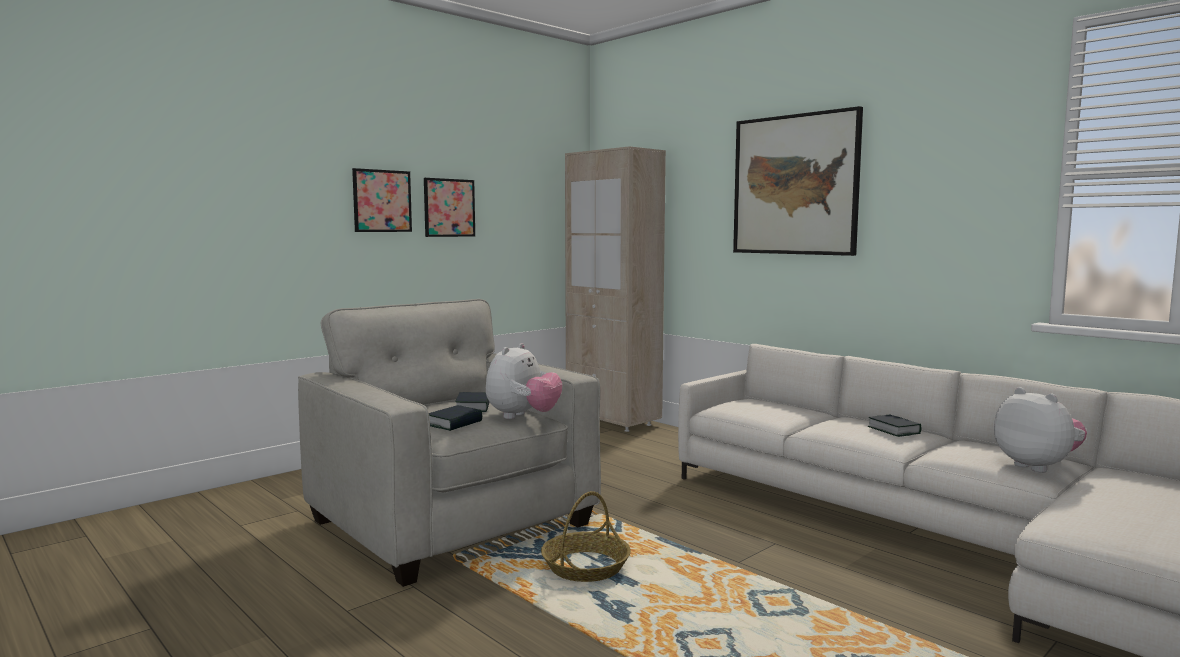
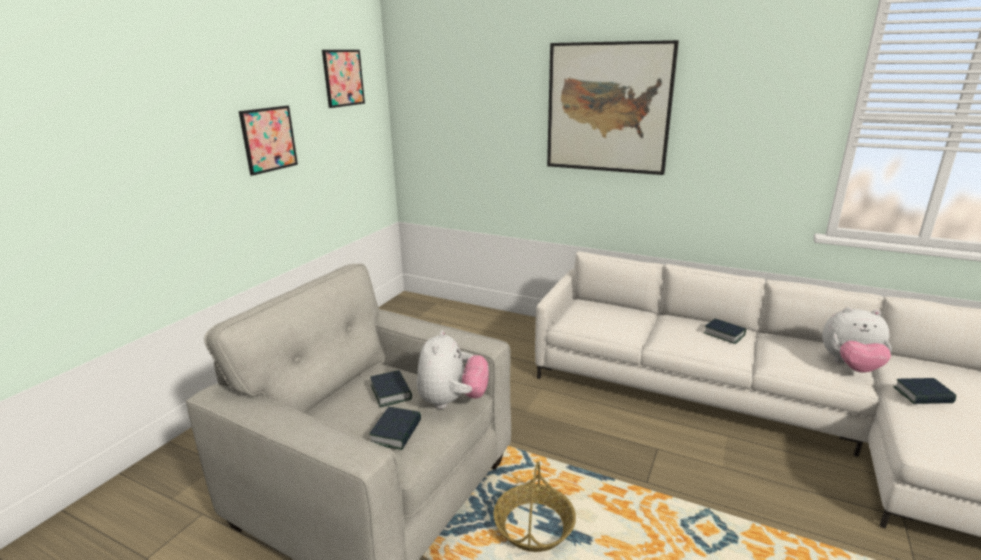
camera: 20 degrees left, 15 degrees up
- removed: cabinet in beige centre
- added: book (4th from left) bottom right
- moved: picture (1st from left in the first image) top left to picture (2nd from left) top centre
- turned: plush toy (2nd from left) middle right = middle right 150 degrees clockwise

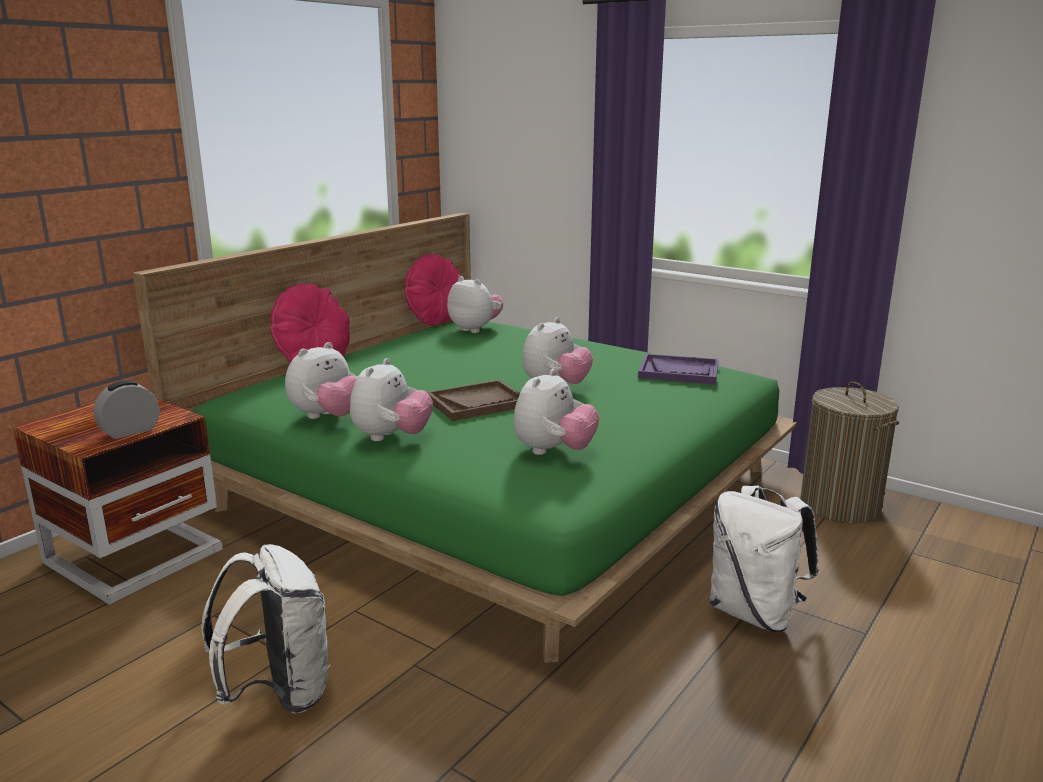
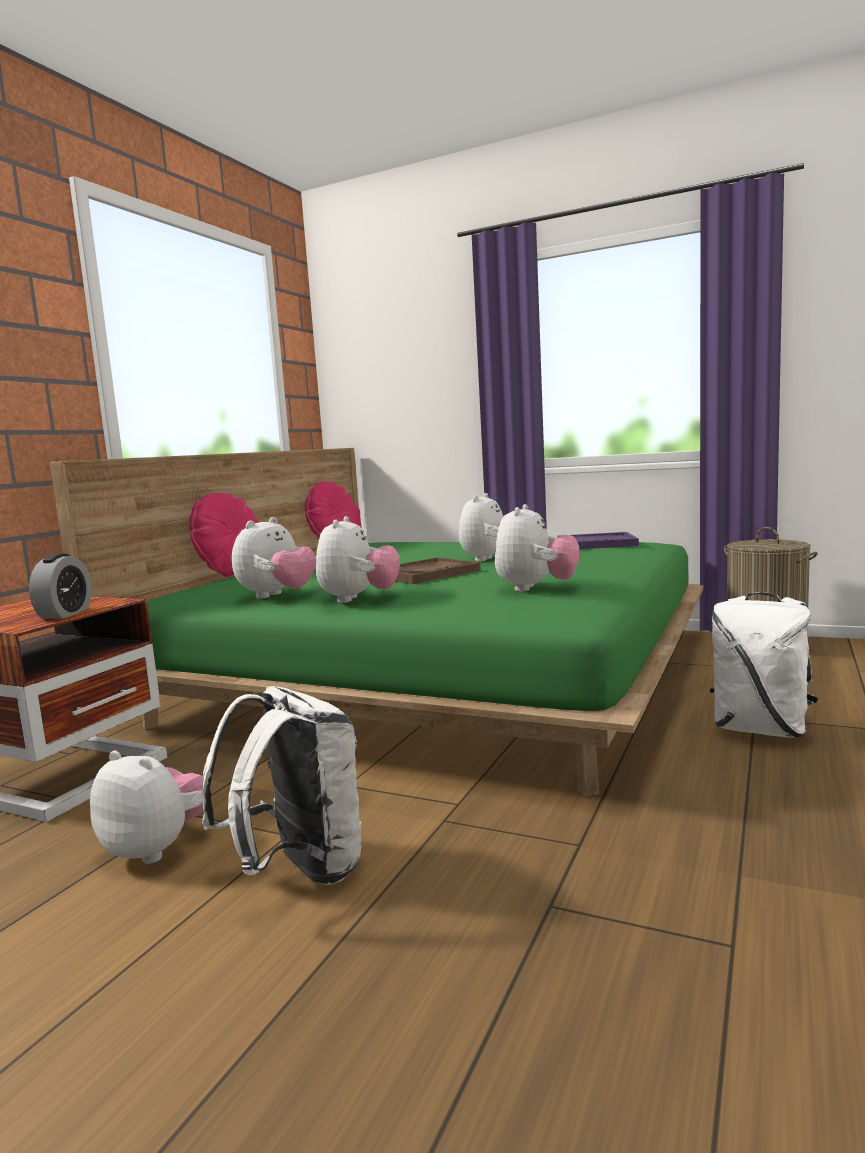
camera: 10 degrees left, 10 degrees down
- moved: plush toy (3rd from left in the first image) centre to plush toy (1st from left) bottom left
- turned: alarm clock middle left = middle left 150 degrees clockwise

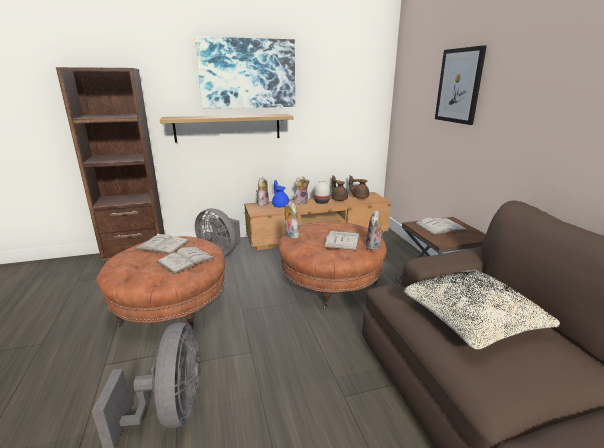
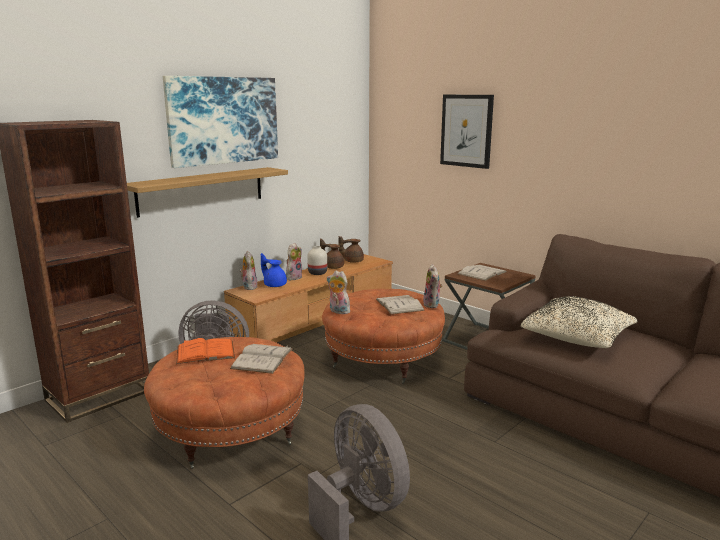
camera: 30 degrees left, 5 degrees down
- recoloured: book in white (1st from left) middle left to book in orange middle left

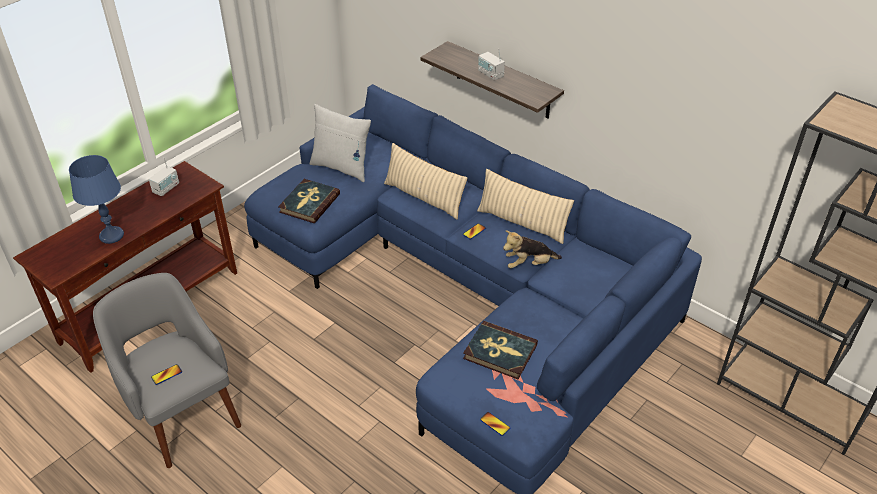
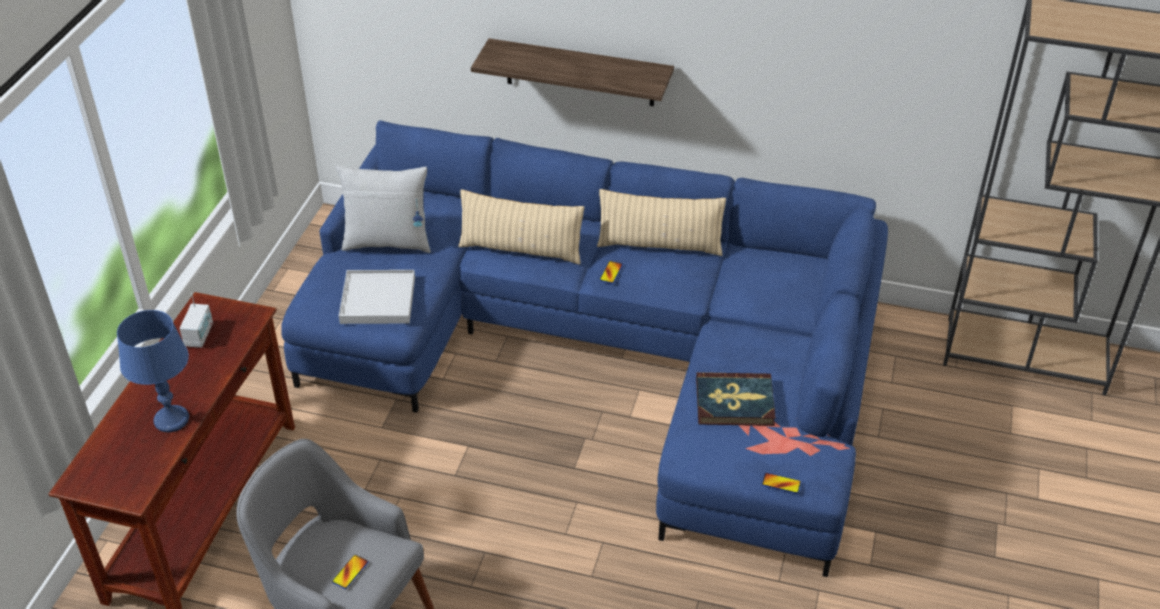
camera: 25 degrees left, 0 degrees up
- removed: radio (2nd from left) top centre
- removed: plush toy centre
- replaced: book (1st from left) centre to tray in white middle left

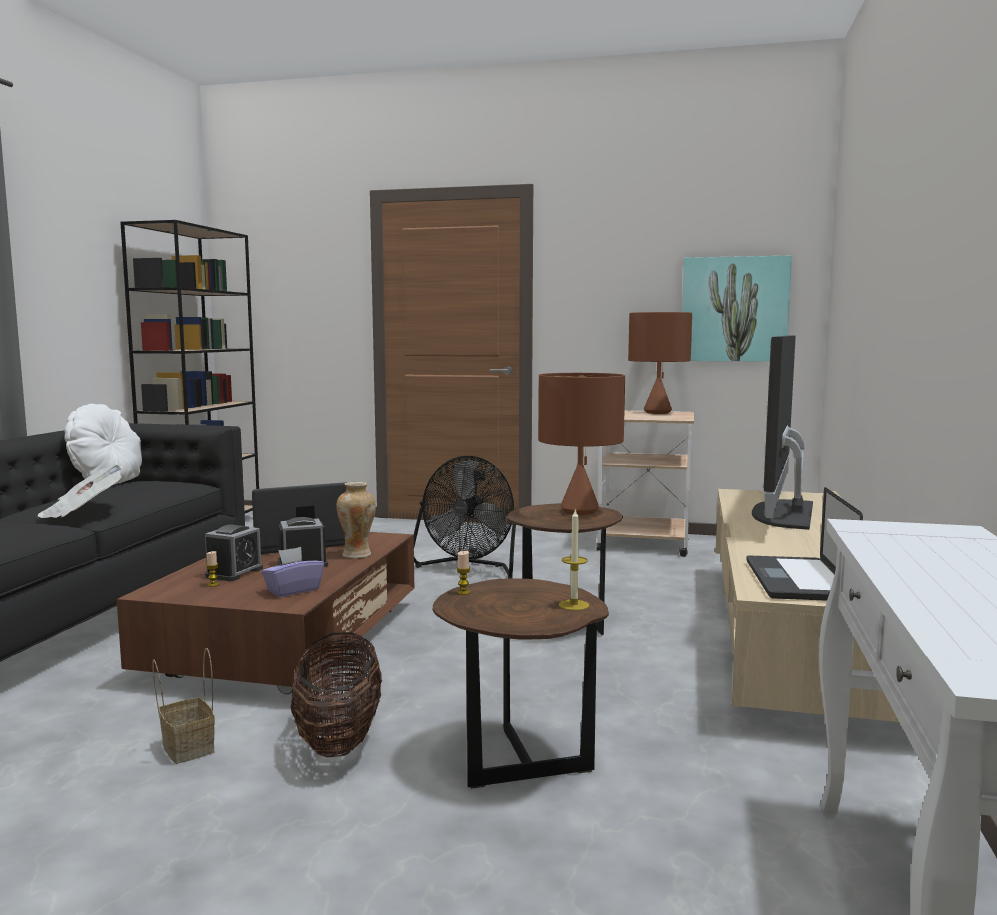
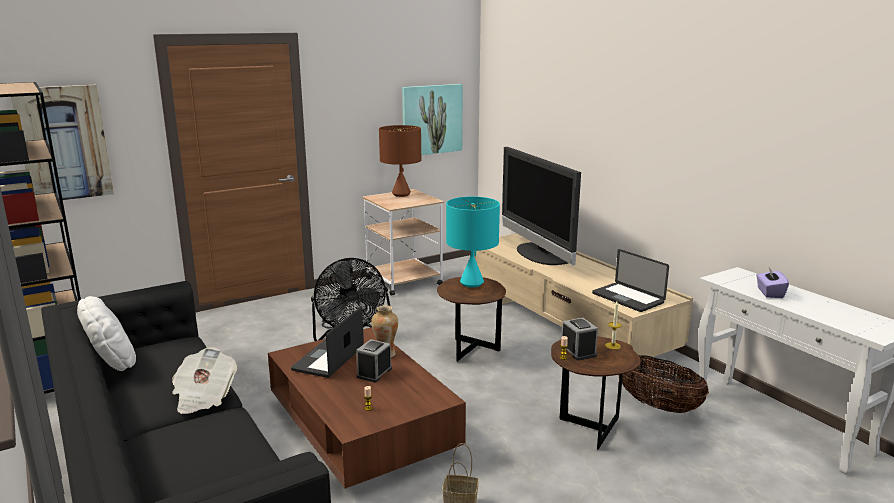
camera: 45 degrees left, 10 degrees up
- added: picture (1st from left) top left
- moved: alarm clock (1st from left in the first image) middle left to alarm clock (2nd from left) bottom centre
- moved: tissue box in purple middle left to middle right
- moved: basket (2nd from left) bottom centre to bottom right
- recoloured: table lamp in brown (1st from left) centre to table lamp in turquoise centre

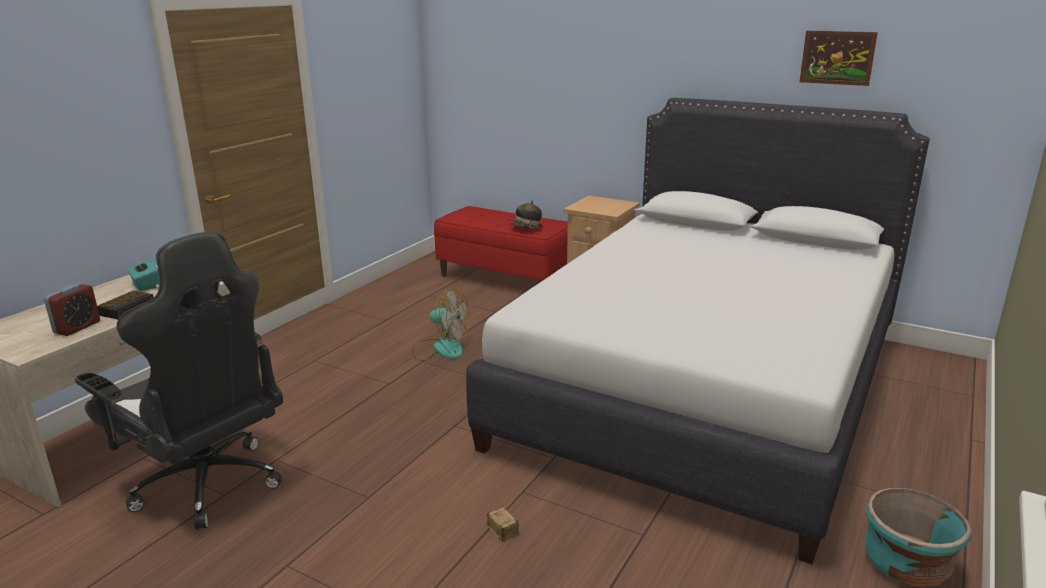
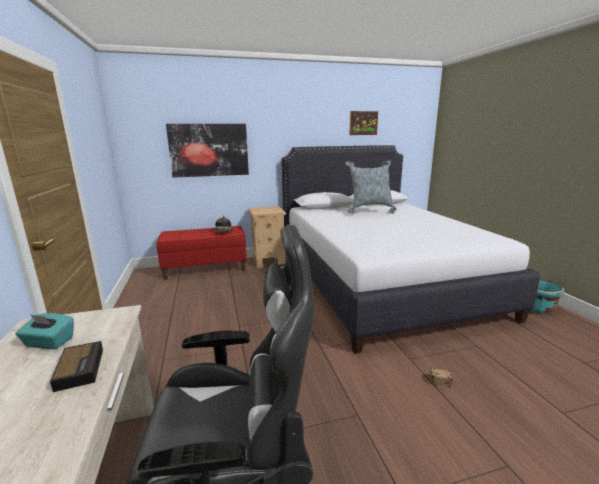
camera: 45 degrees left, 5 degrees down
- removed: alarm clock (1st from left) middle left
- removed: fan centre
- added: picture (1st from left) top centre
- added: pillow centre

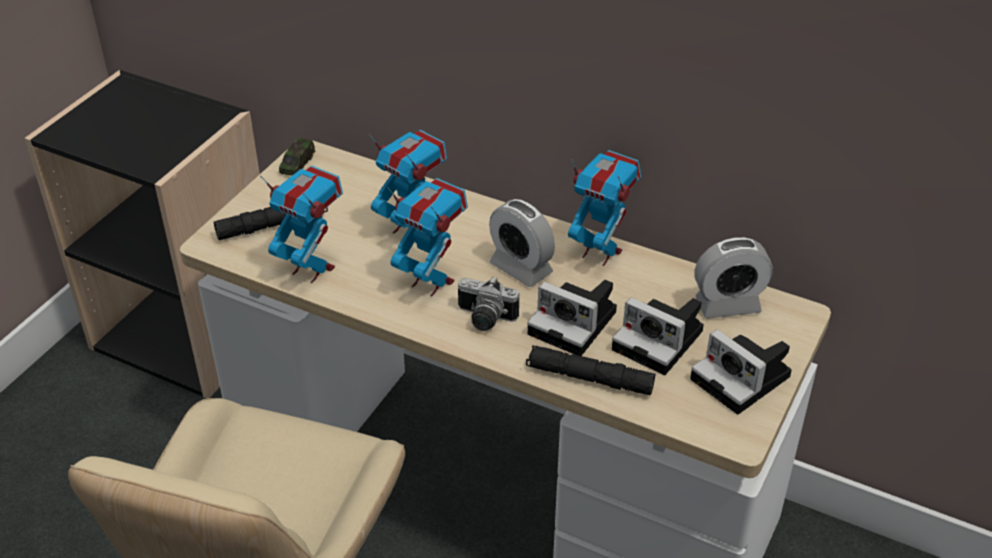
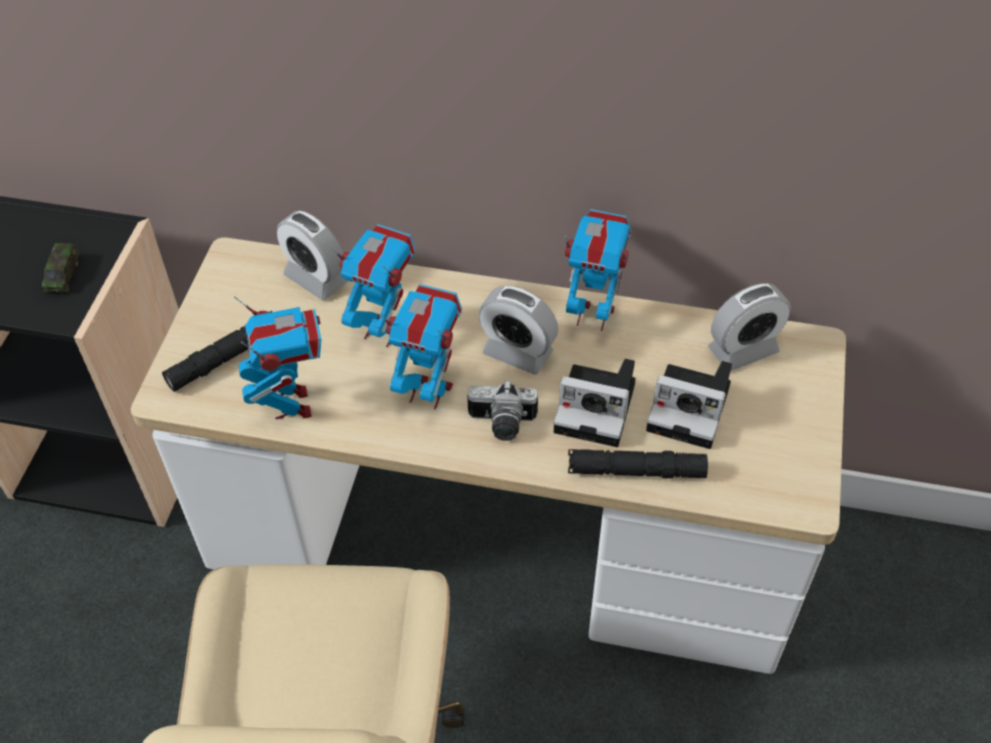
camera: 15 degrees left, 10 degrees up
- removed: photo camera (4th from left) bottom right
- added: alarm clock (1st from left) middle left
- moved: toy car top left to middle left
- turned: toy robot (1st from left) middle left = middle left 60 degrees clockwise

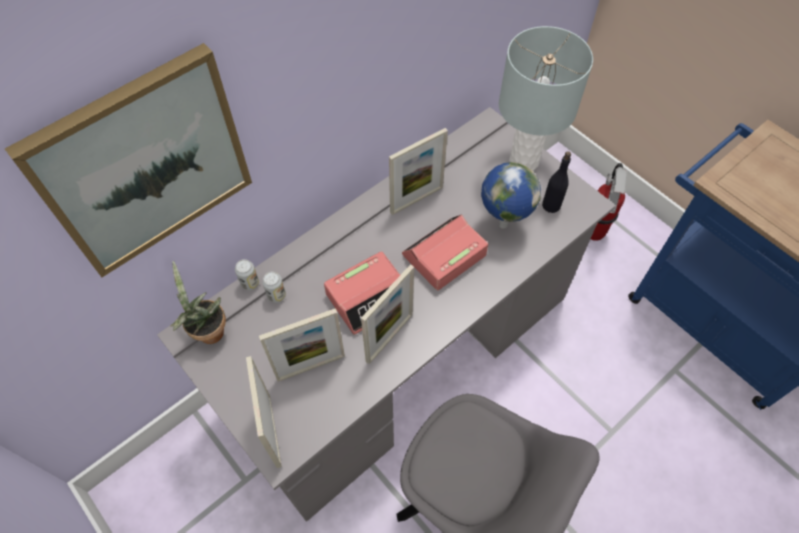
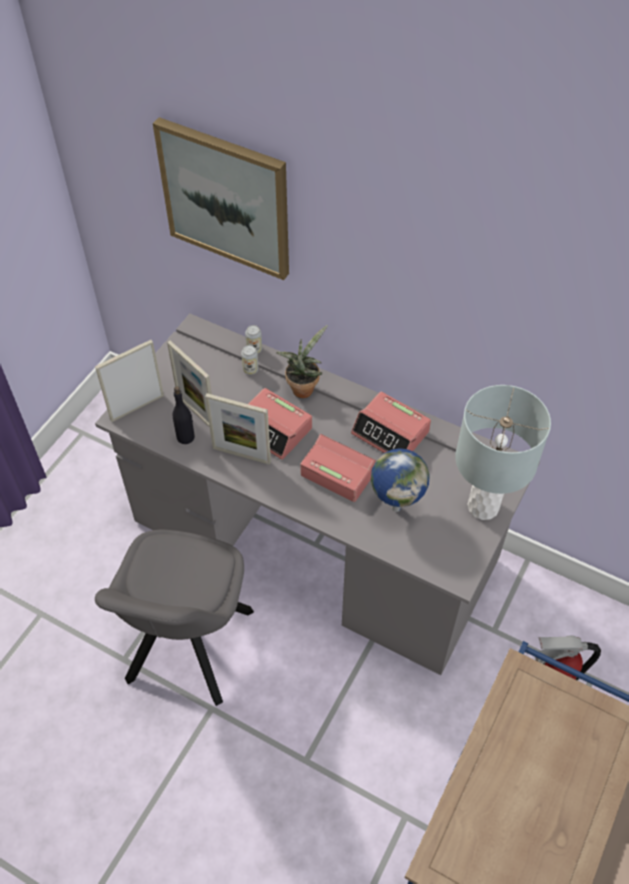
camera: 70 degrees right, 5 degrees down
- moved: potted plant middle left to centre
- moved: bottle in black middle right to middle left
- replaced: picture frame (4th from left) top centre to alarm clock (3rd from left) centre

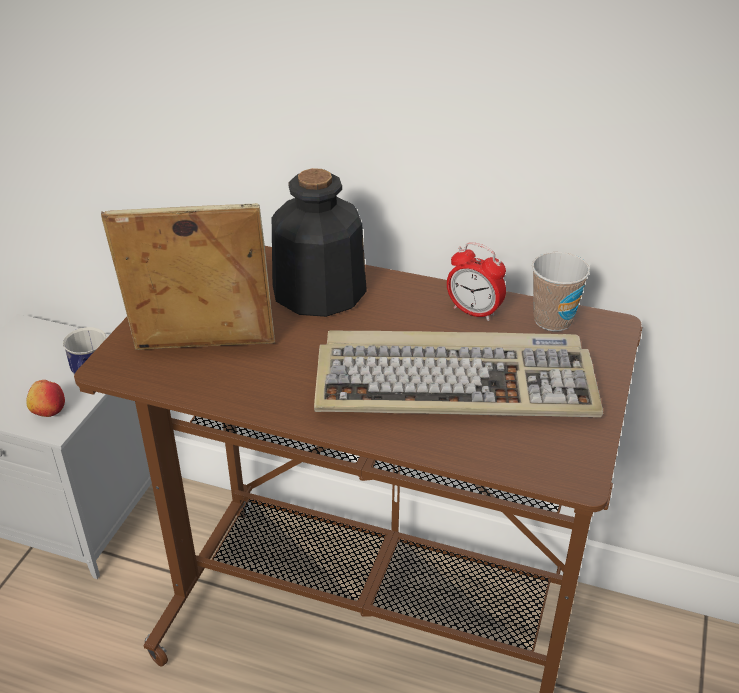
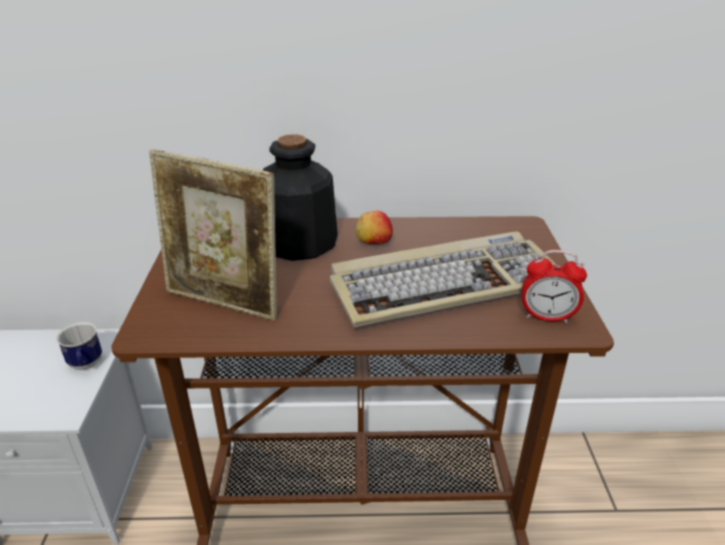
camera: 20 degrees left, 5 degrees down
- removed: cup middle right
- moved: apple middle left to centre
- moved: alarm clock centre to middle right
- turned: picture frame middle left = middle left 135 degrees counterclockwise

